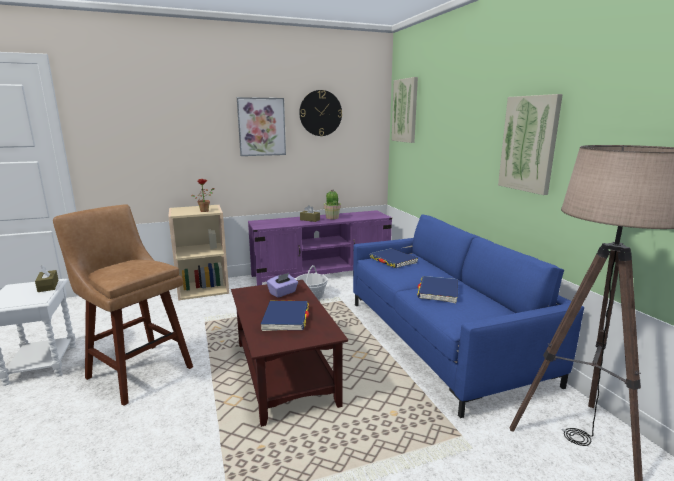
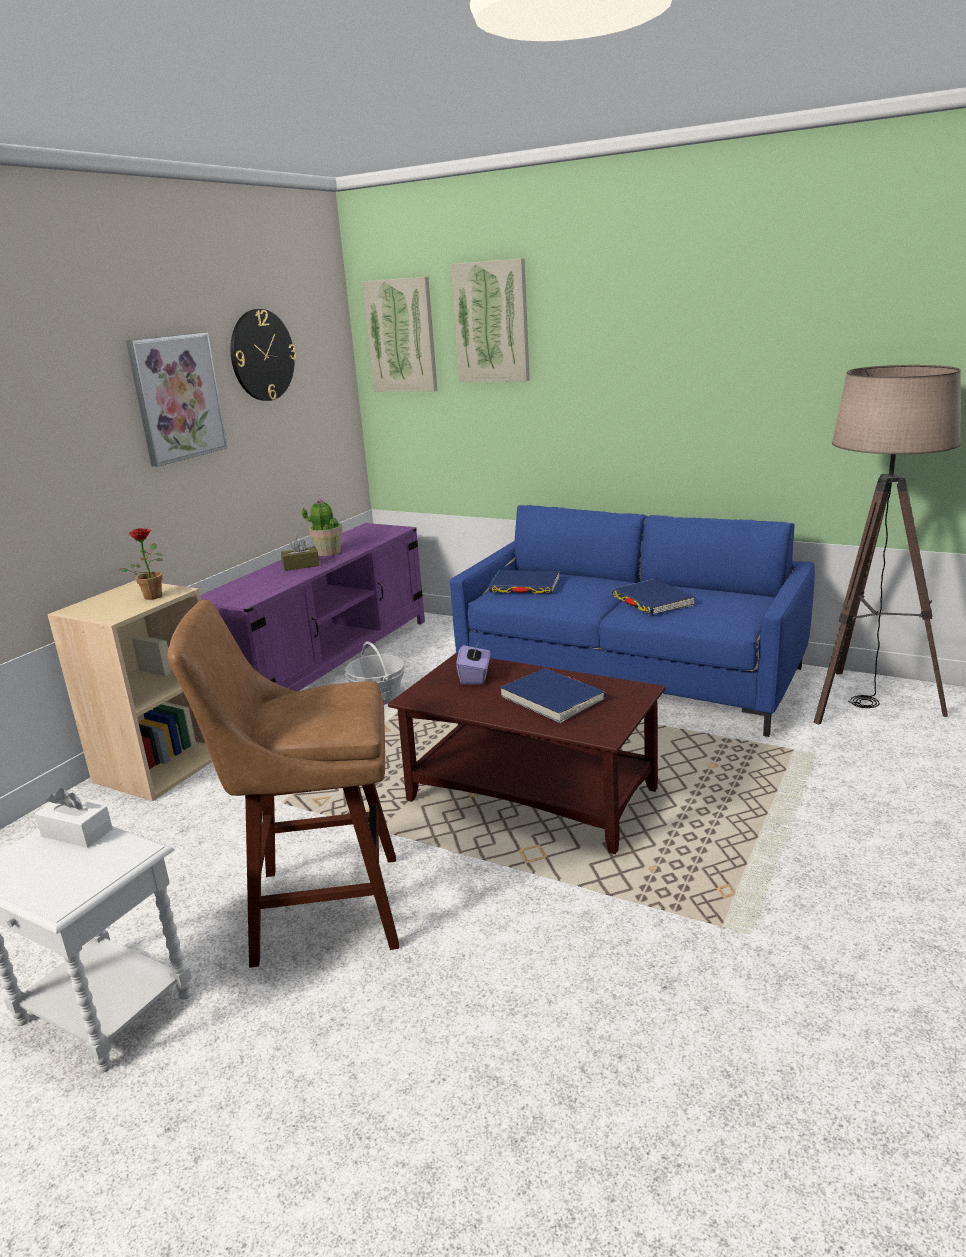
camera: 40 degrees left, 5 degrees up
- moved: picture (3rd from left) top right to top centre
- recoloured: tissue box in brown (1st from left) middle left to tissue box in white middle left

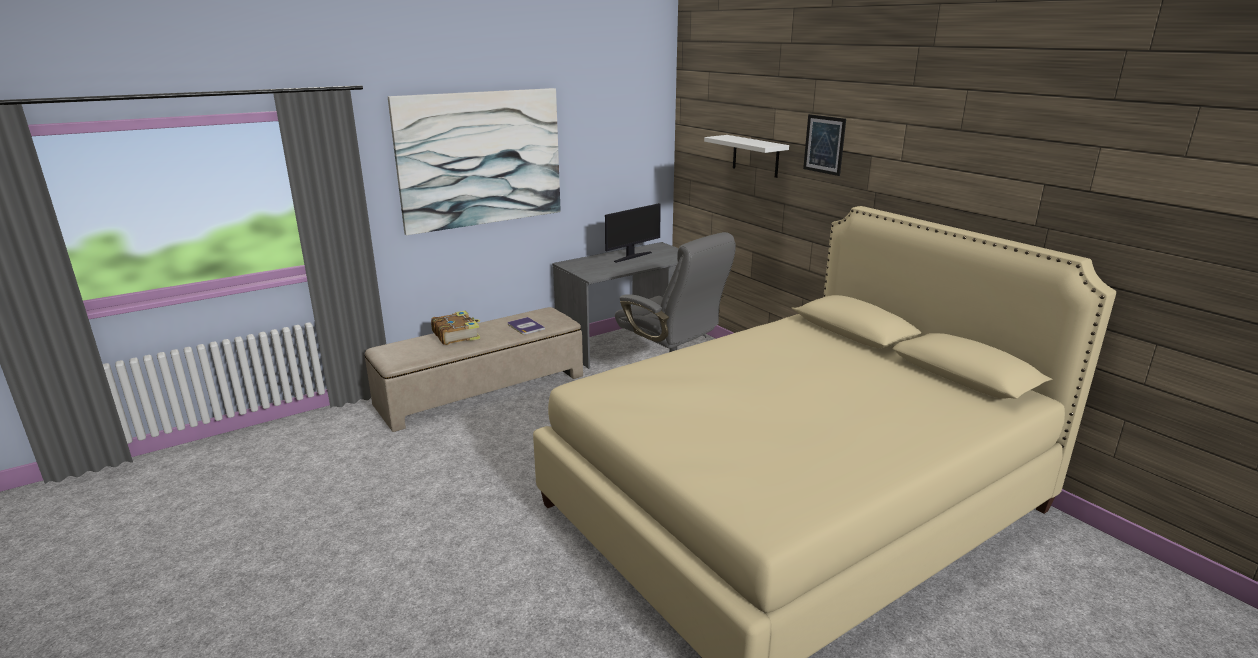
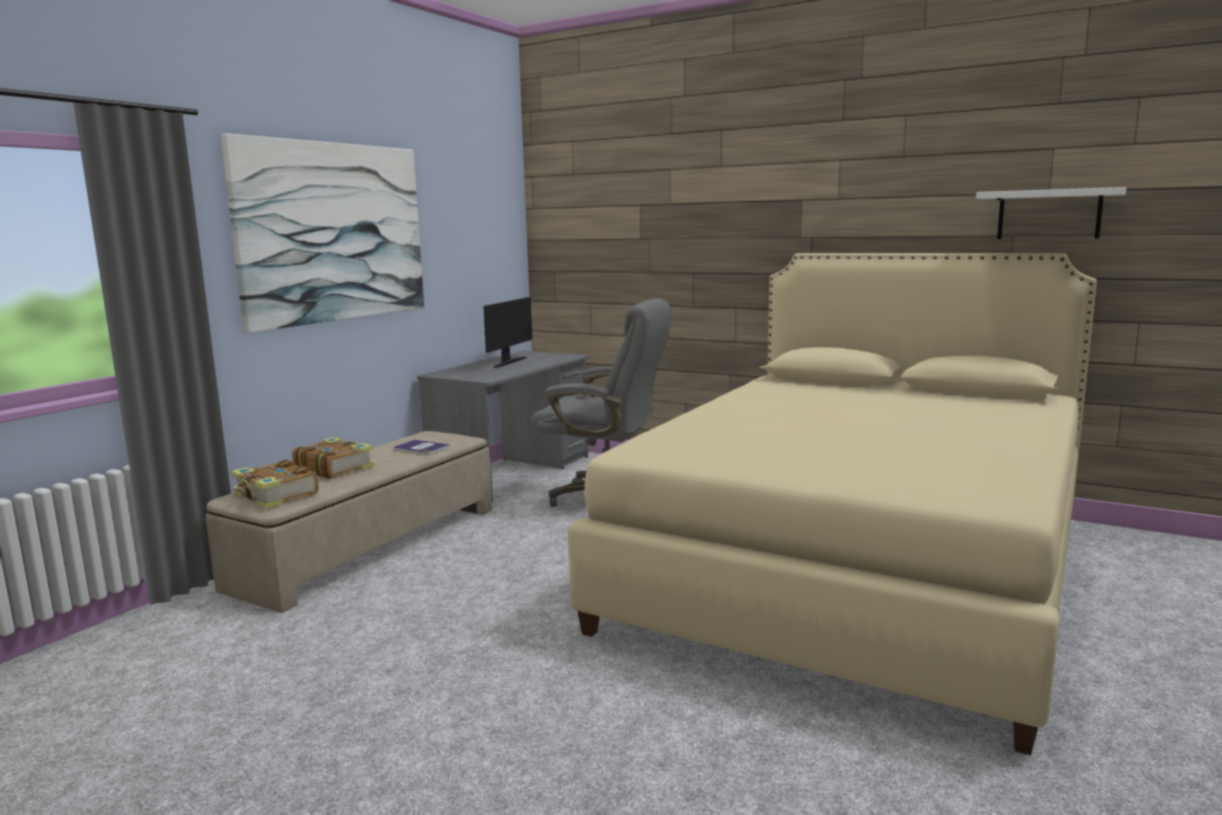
camera: 25 degrees left, 10 degrees down
- removed: picture (2nd from left) top centre
- added: book (1st from left) middle left
- moved: shelf in white top centre to top right

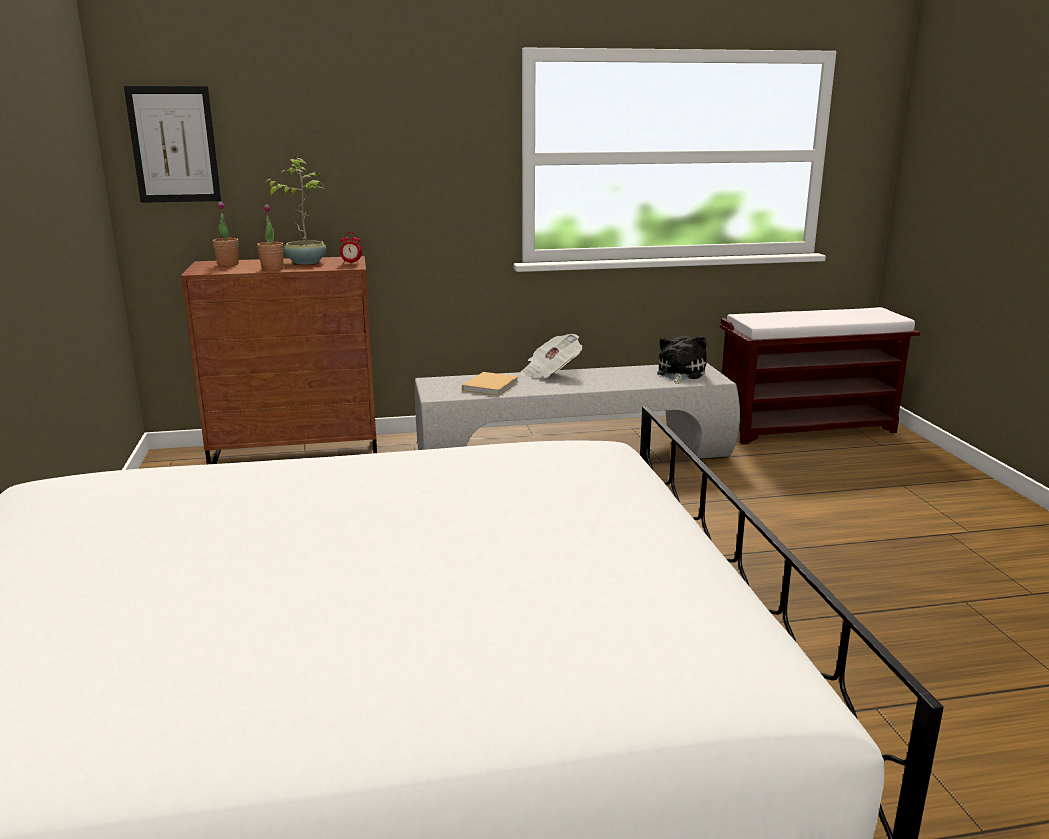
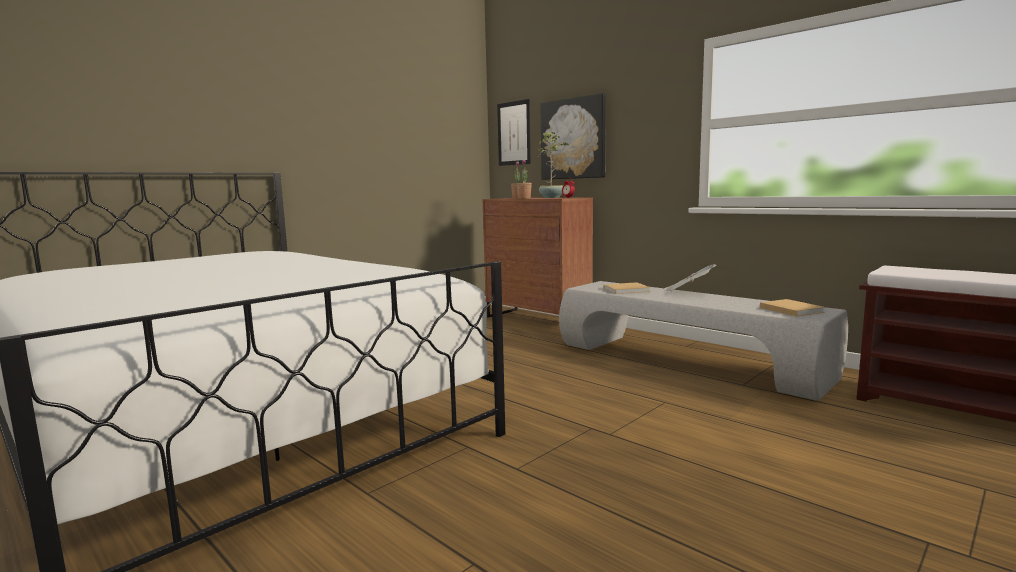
camera: 55 degrees right, 10 degrees down
- added: picture (2nd from left) top centre
- replaced: plush toy centre to book in beige (2nd from left) middle right

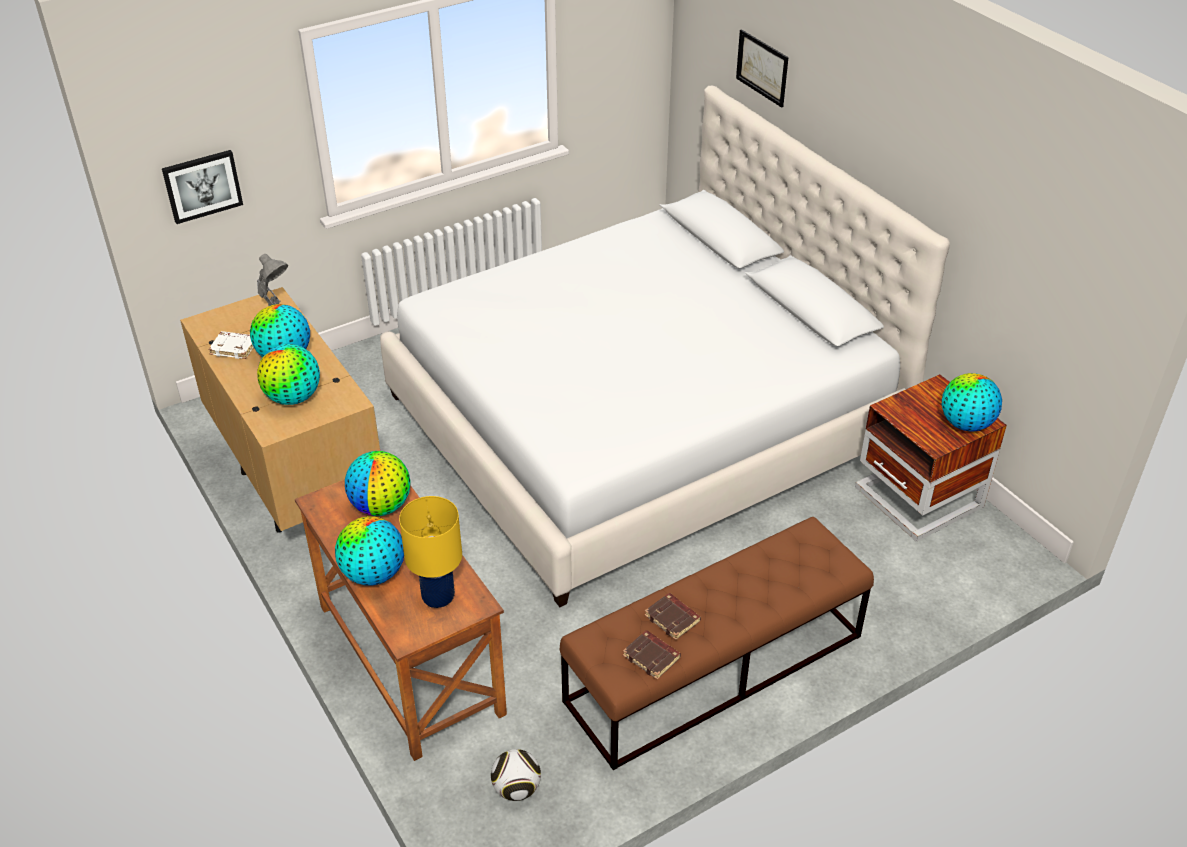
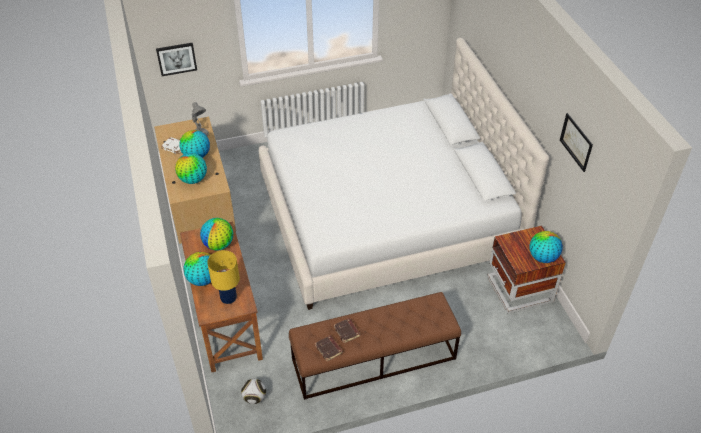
camera: 15 degrees right, 5 degrees up
- moved: picture (2nd from left) top centre to top right

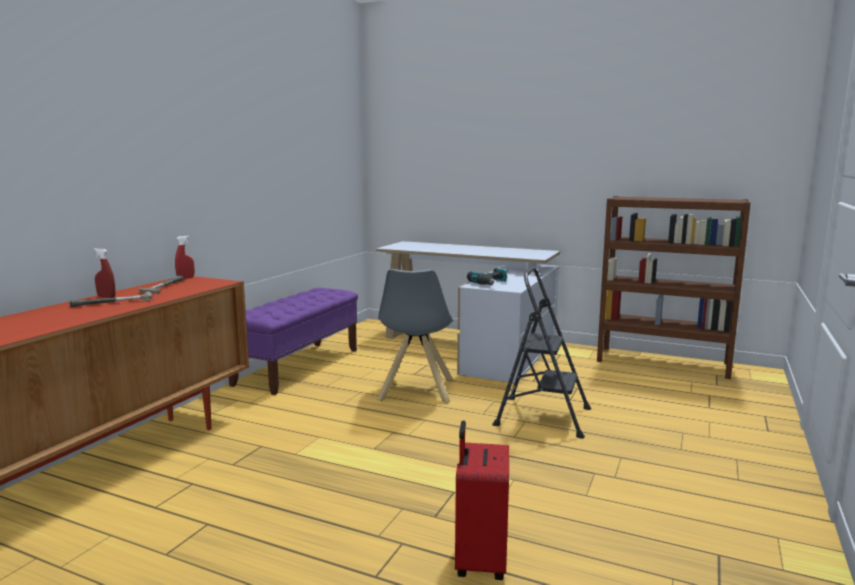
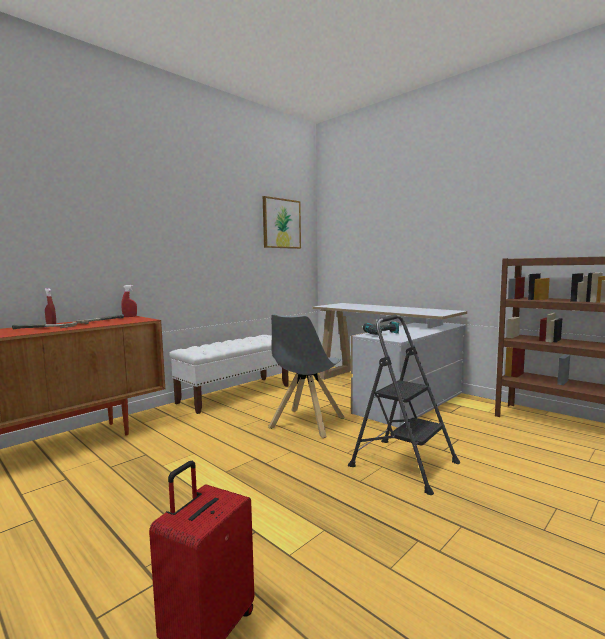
camera: 20 degrees right, 5 degrees down
- added: picture centre
- recoloured: bench in purple centre to bench in white centre

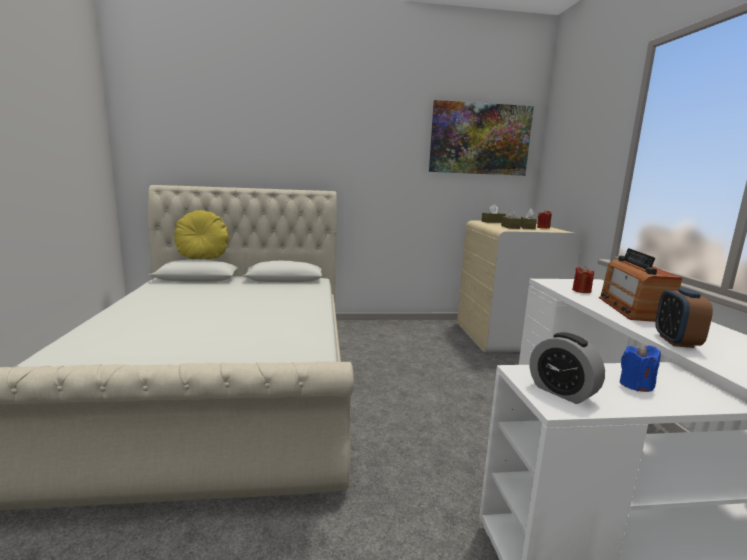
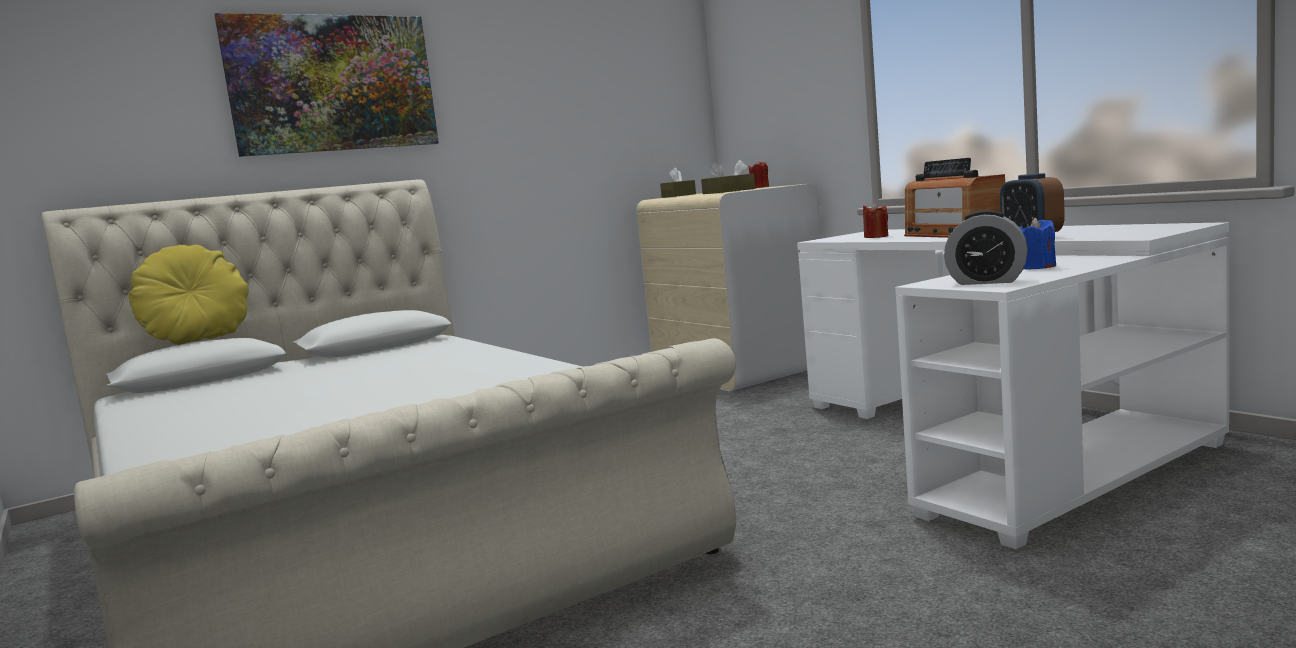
camera: 25 degrees left, 5 degrees down
- moved: picture top centre to top left

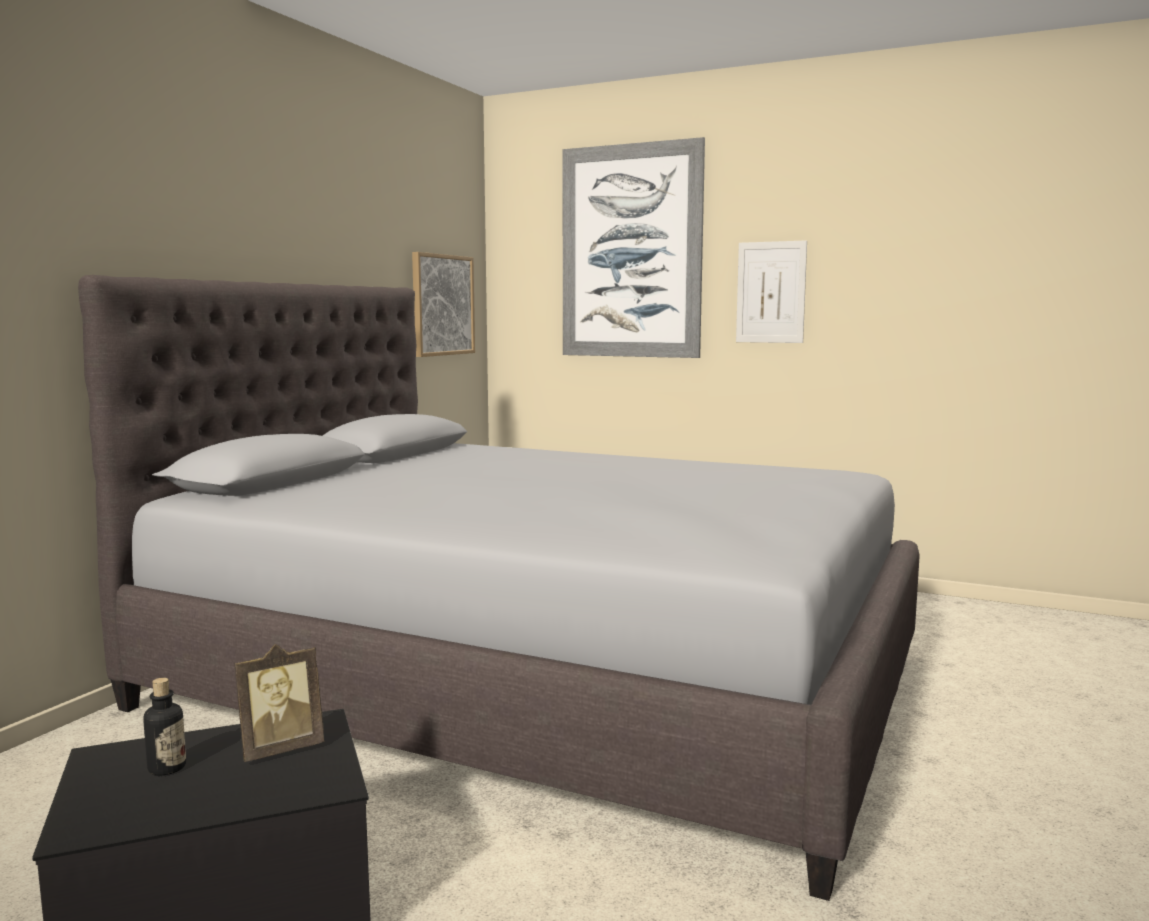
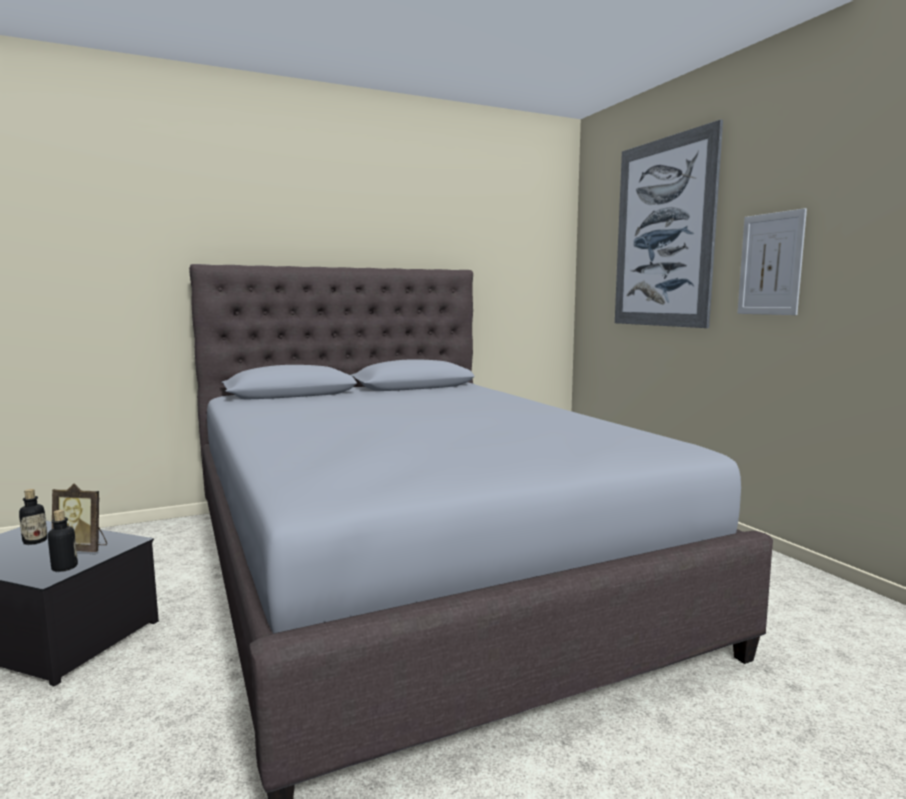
camera: 40 degrees right, 0 degrees up
- removed: picture (1st from left) top centre
- added: bottle (2nd from left) bottom left

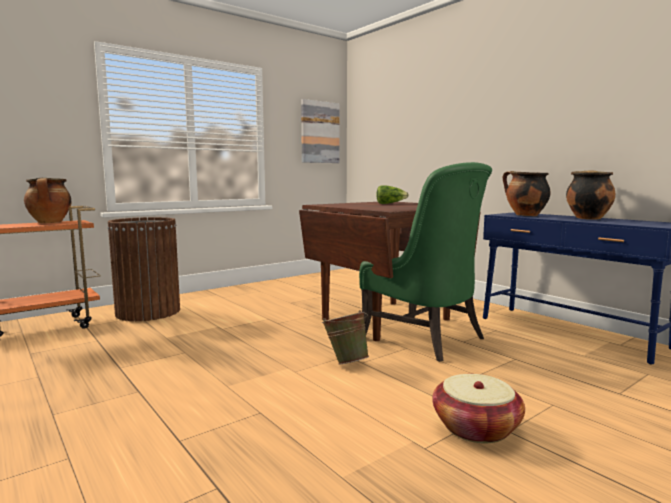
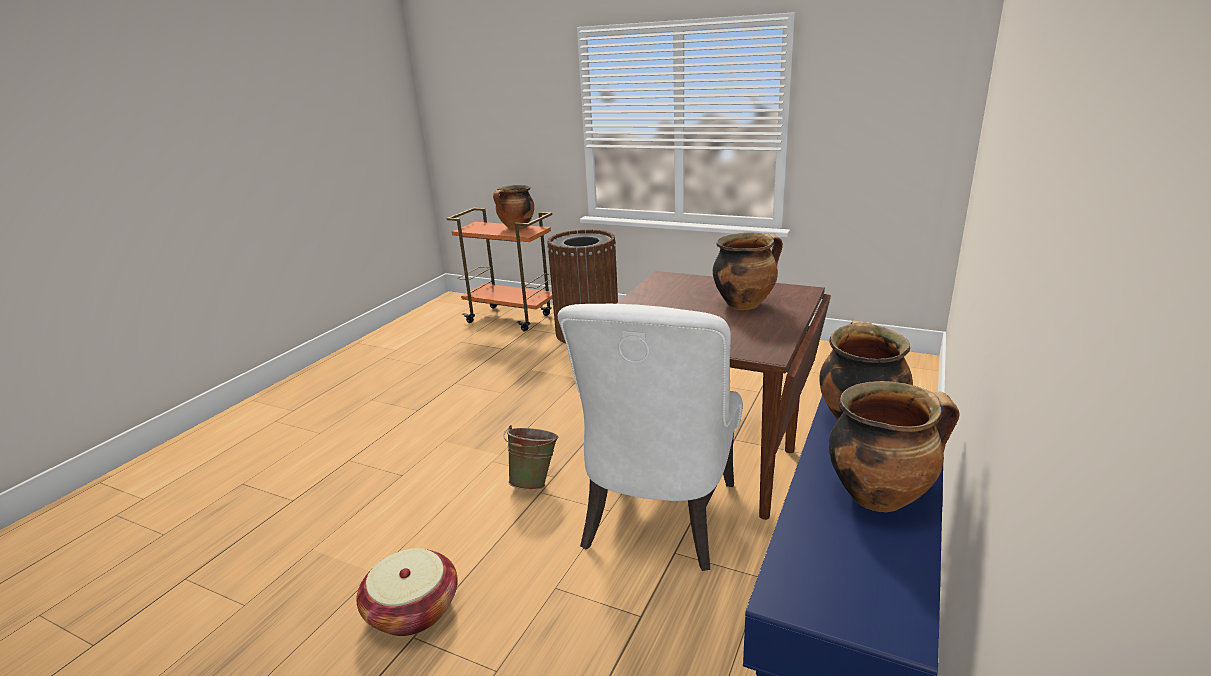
camera: 65 degrees right, 15 degrees up
- removed: picture top centre
- replaced: lettuce centre to cooking pot (2nd from left) centre
- recoloured: chair in green centre to chair in white centre

